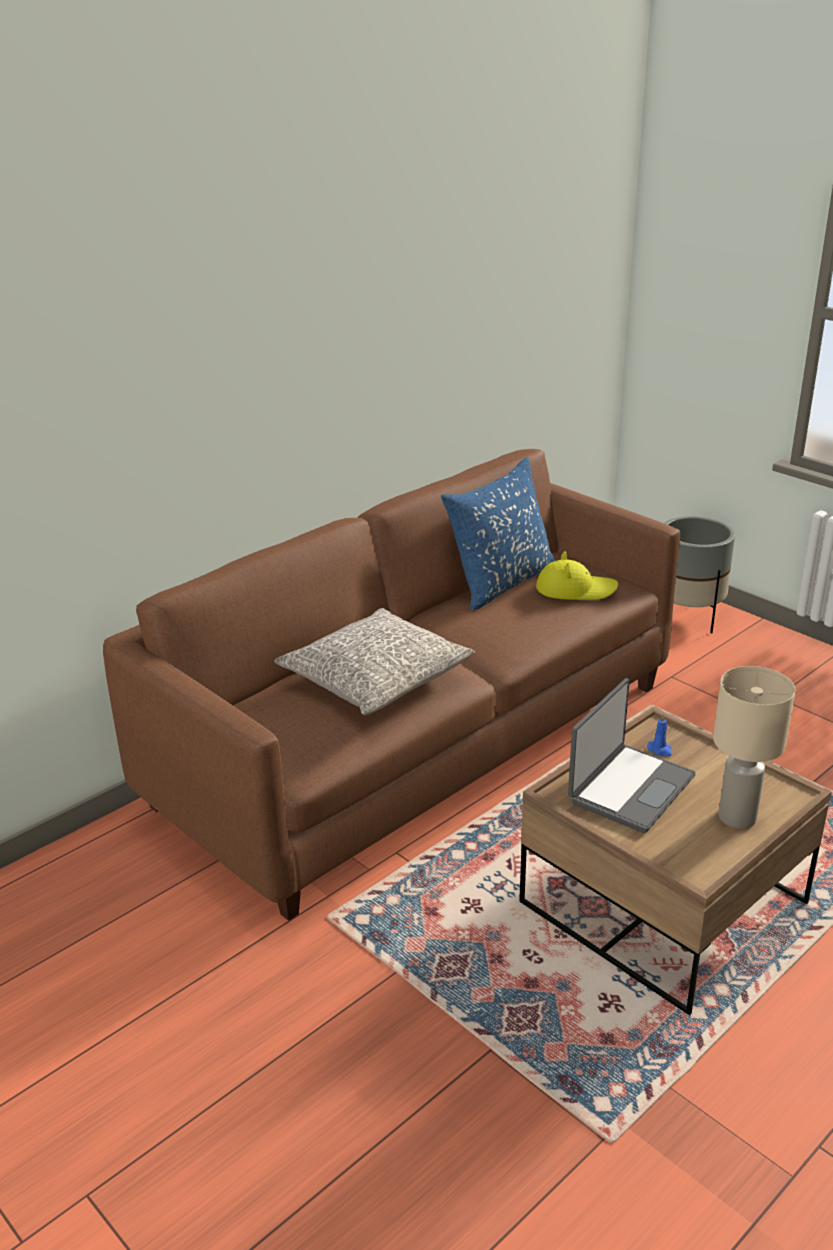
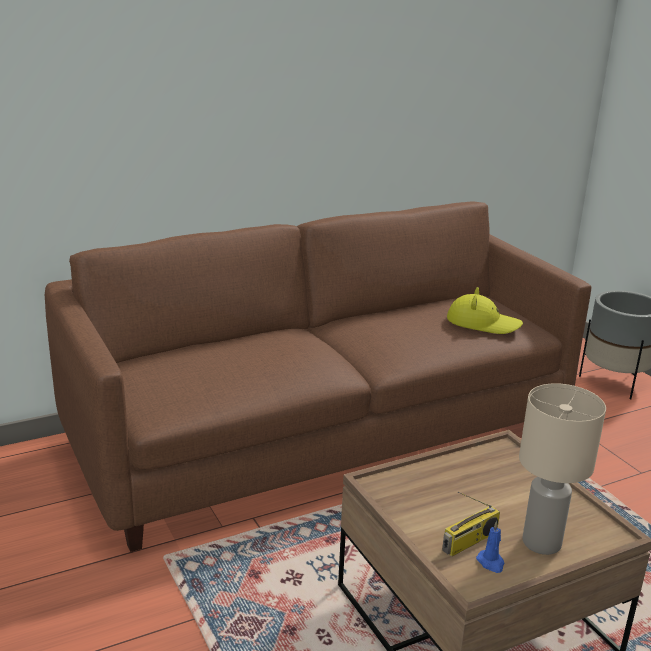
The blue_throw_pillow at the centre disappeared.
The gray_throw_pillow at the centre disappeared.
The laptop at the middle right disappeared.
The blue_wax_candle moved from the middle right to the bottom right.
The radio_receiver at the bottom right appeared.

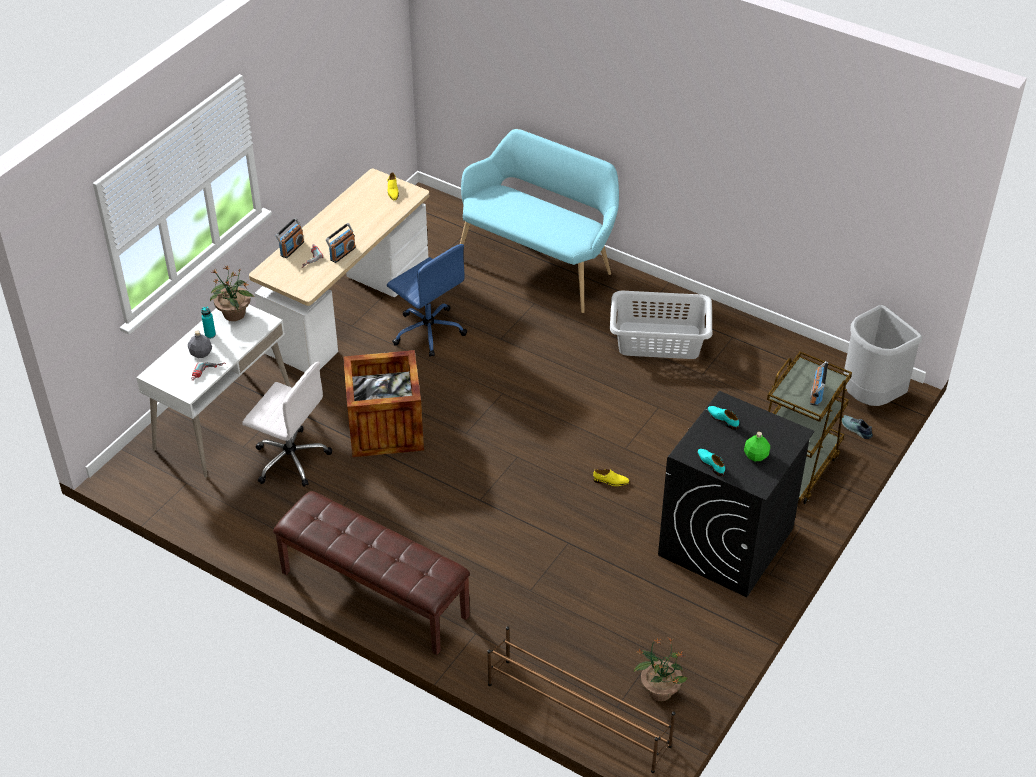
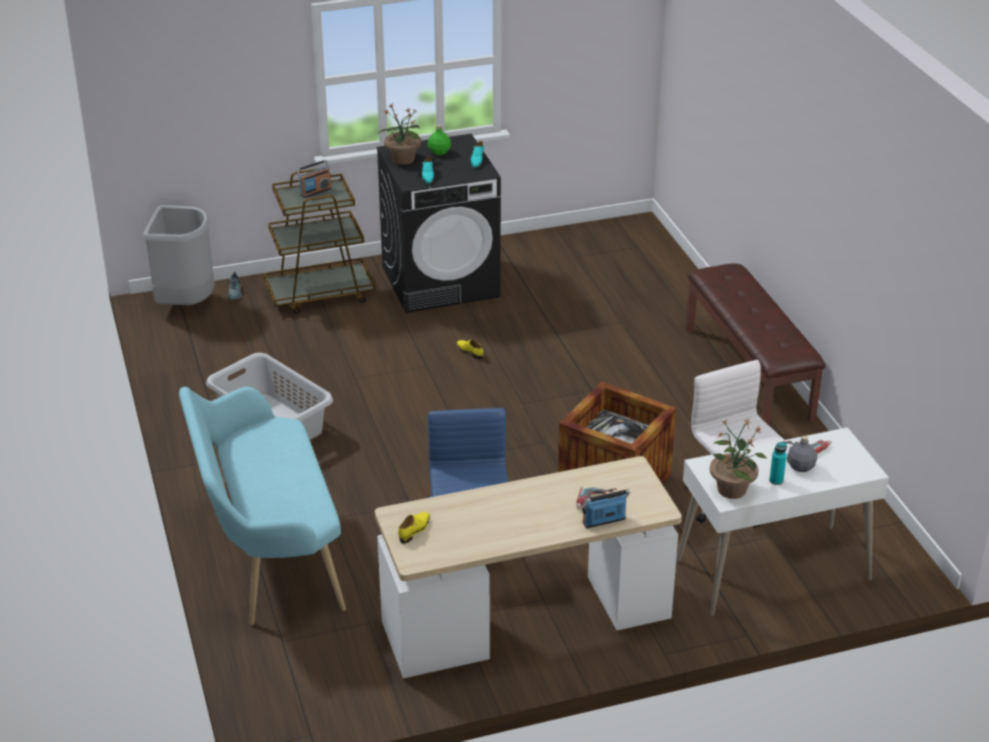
The radio_receiver (no. 2 from left) at the top left disappeared.
The brownish_shoe_rack at the bottom centre disappeared.
The plant_in_a_pot (no. 2 from left in the first image) moved from the bottom centre to the top centre.

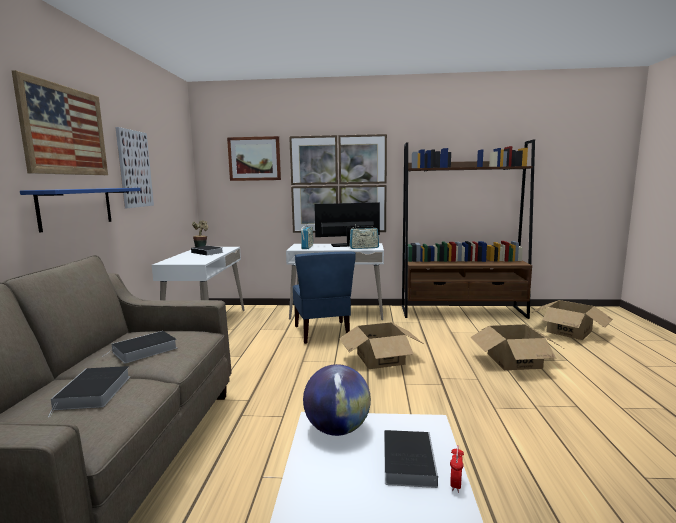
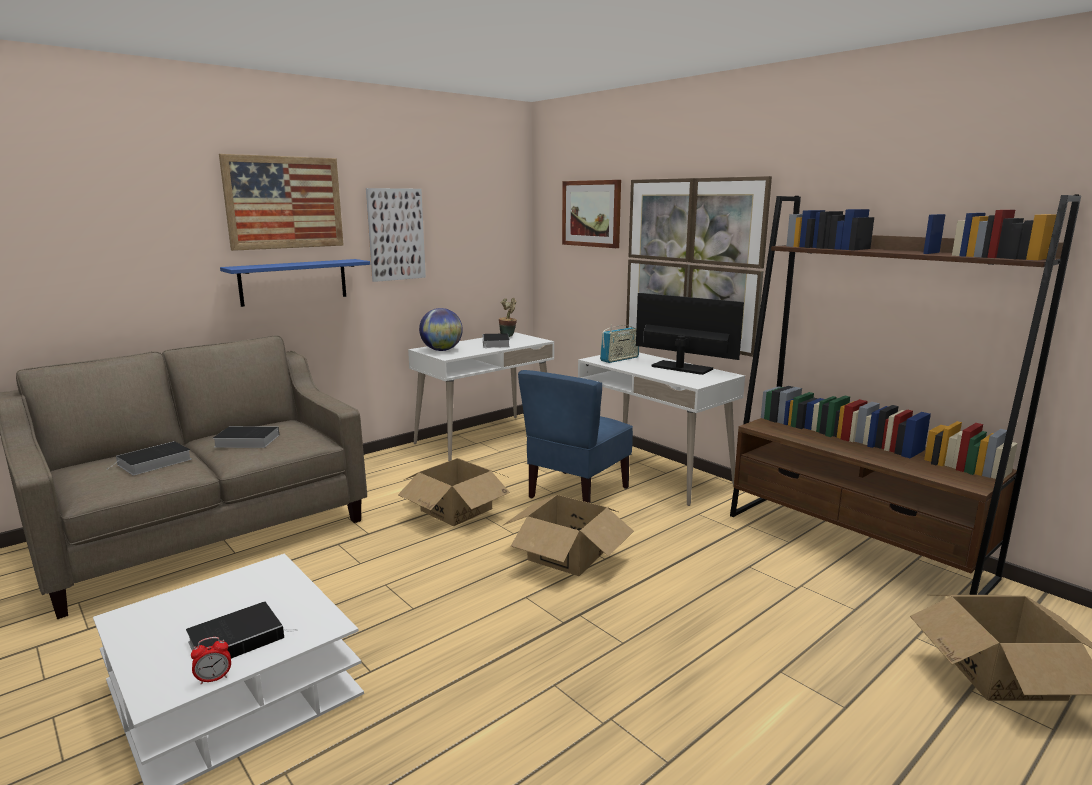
The radio_receiver (no. 2 from left) at the centre disappeared.
The carton (no. 2 from left in the first image) moved from the middle right to the centre.
The desk_globe moved from the bottom centre to the centre.

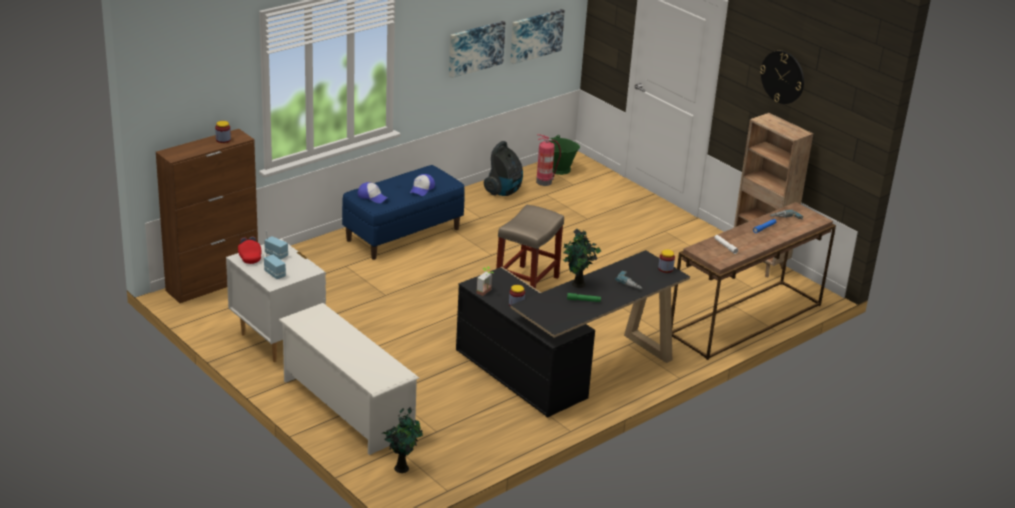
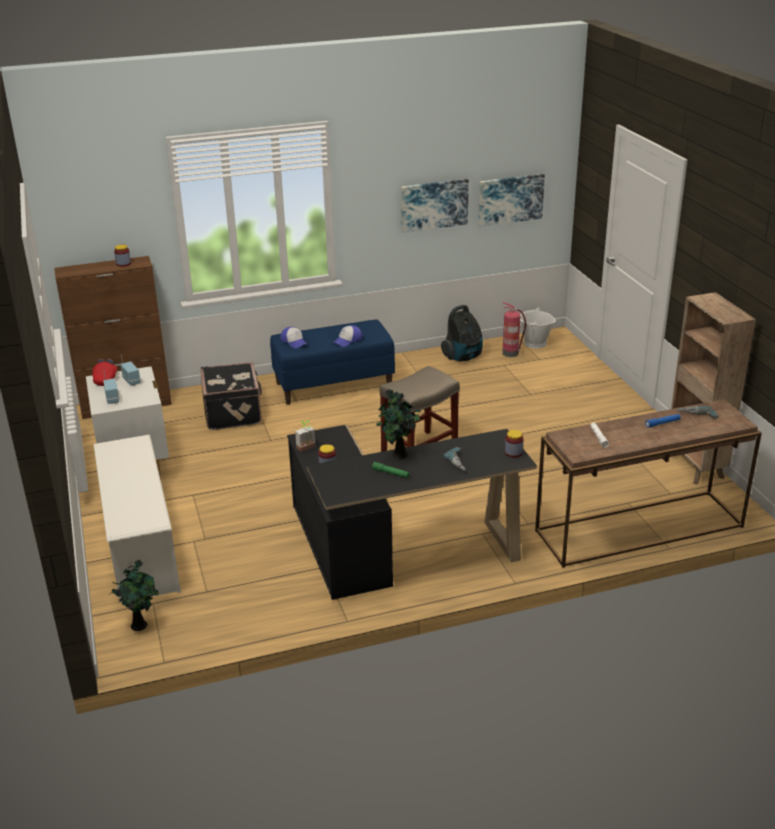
The clock_on_the_wall at the top right disappeared.
The green-coloured_pail at the top centre became the white-coloured_pail at the middle right.
The black-coloured_piece_of_luggage at the middle left appeared.

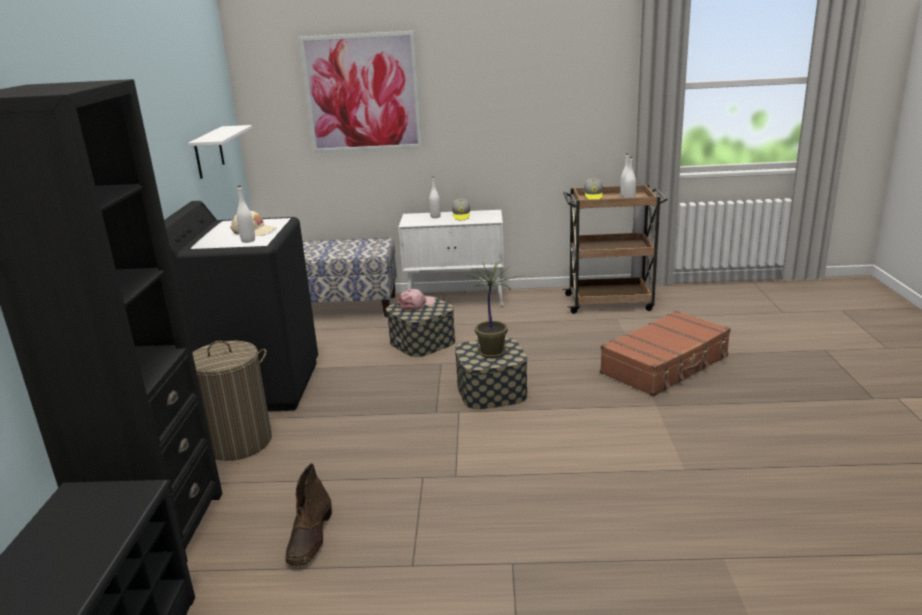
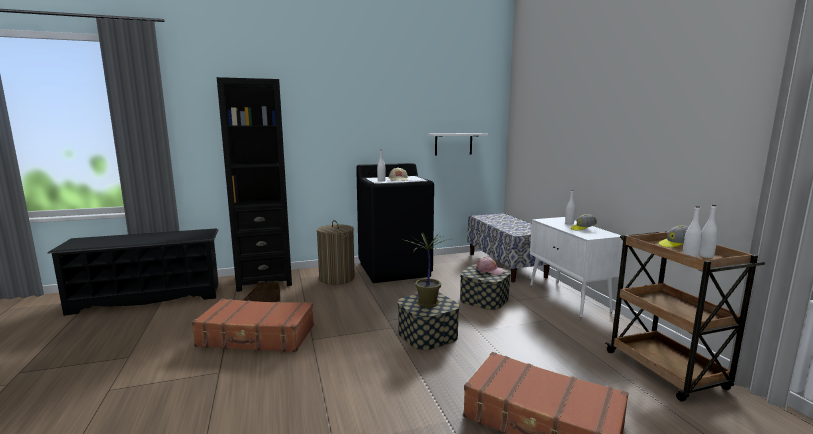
The wall_picture at the top centre disappeared.
The brownish_piece_of_luggage (no. 1 from left) at the bottom left appeared.

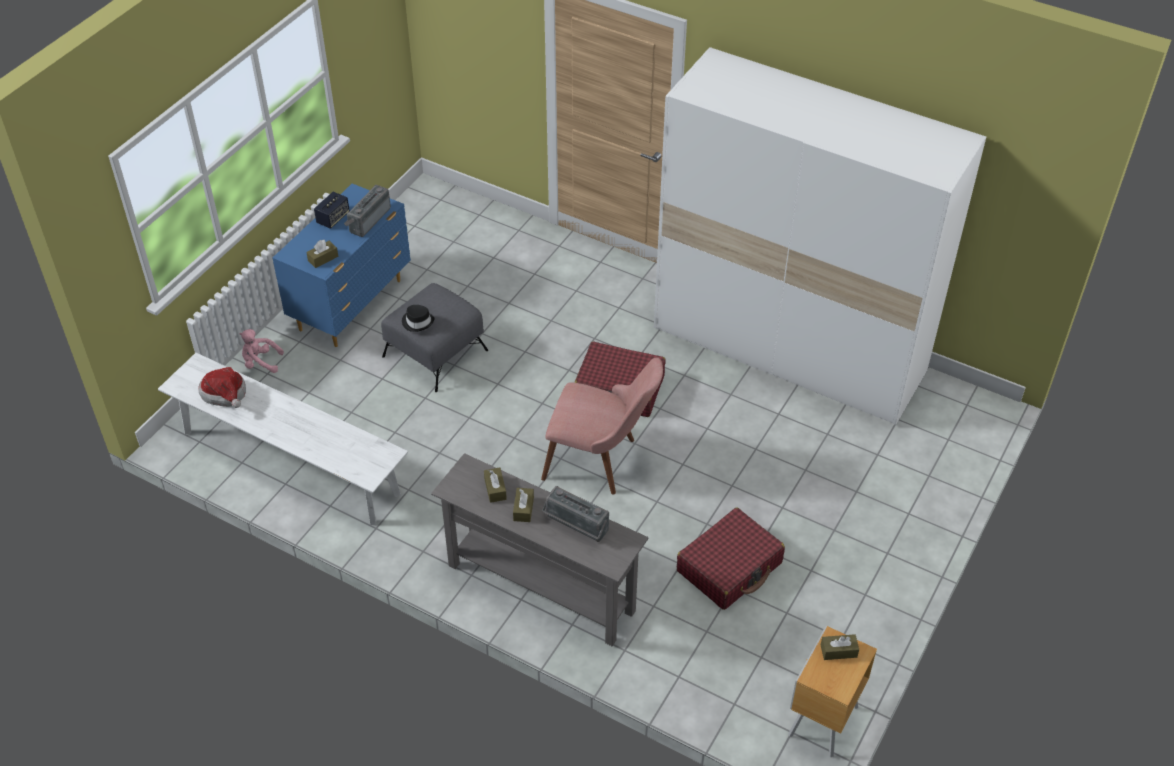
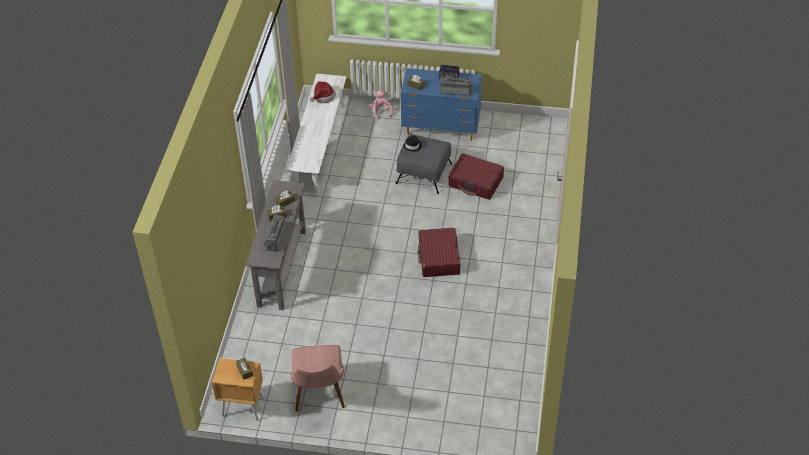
The white-coloured_clothes_cupboard at the top right disappeared.
The pink-coloured_upright_chair moved from the centre to the bottom centre.
The reddish_piece_of_luggage (no. 2 from left) moved from the bottom centre to the centre.

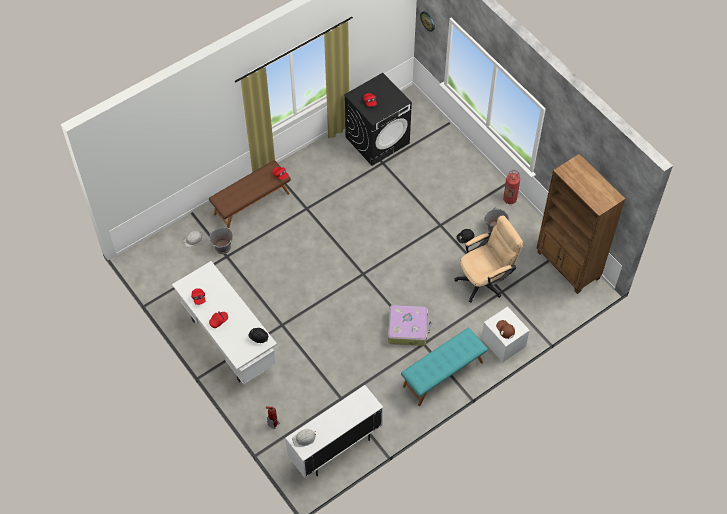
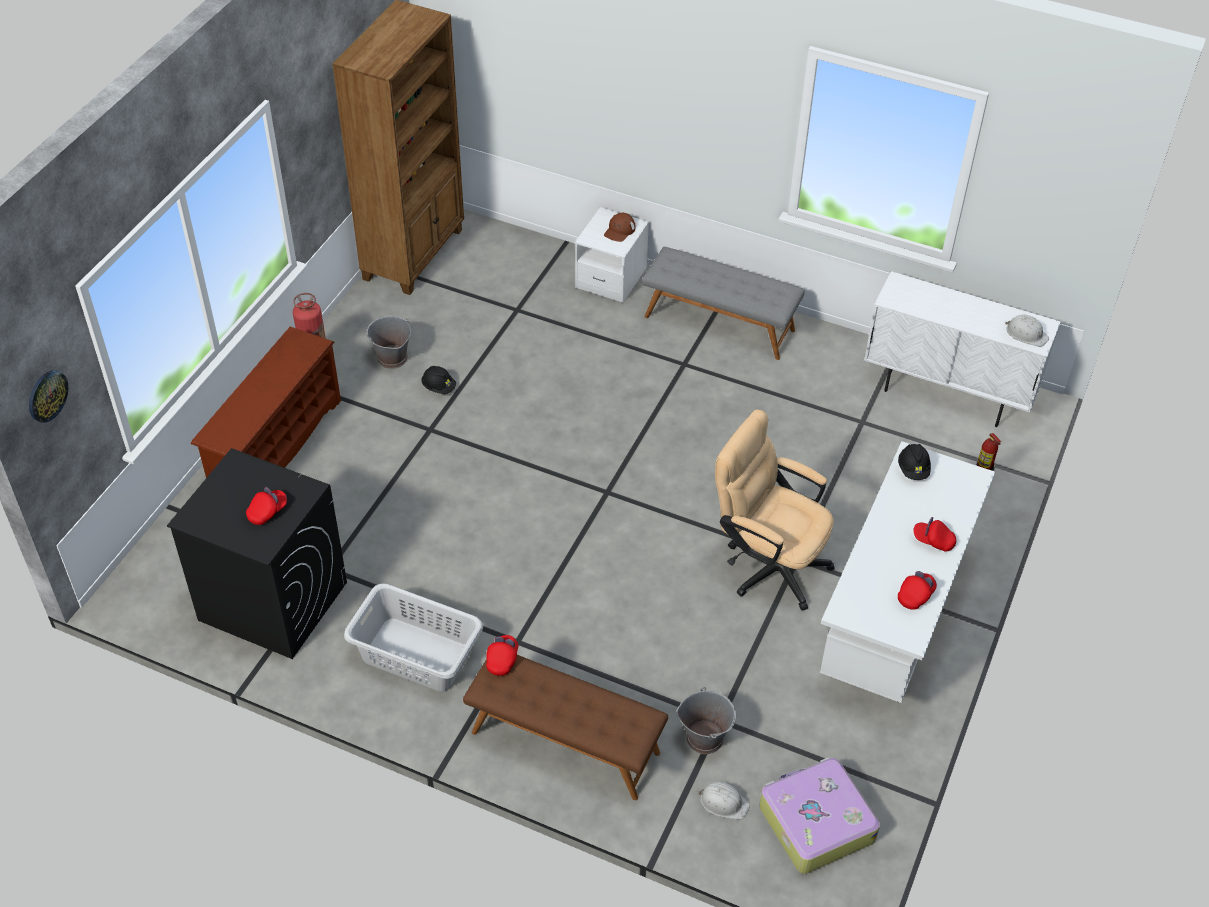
The beige-coloured_computer_chair moved from the middle right to the centre.
The piece_of_luggage moved from the centre to the bottom right.
The blue-green_bench at the bottom centre became the gray_bench at the centre.
The brownish_shoe_rack at the middle left appeared.
The gray_laundry_basket at the bottom centre appeared.

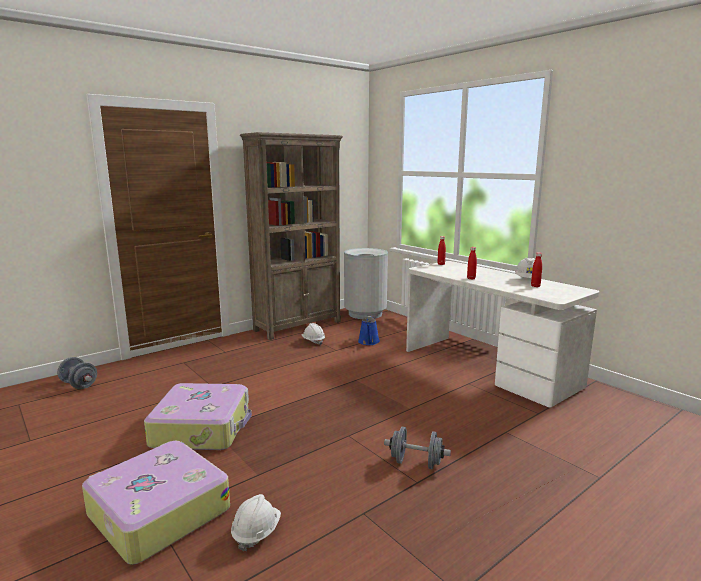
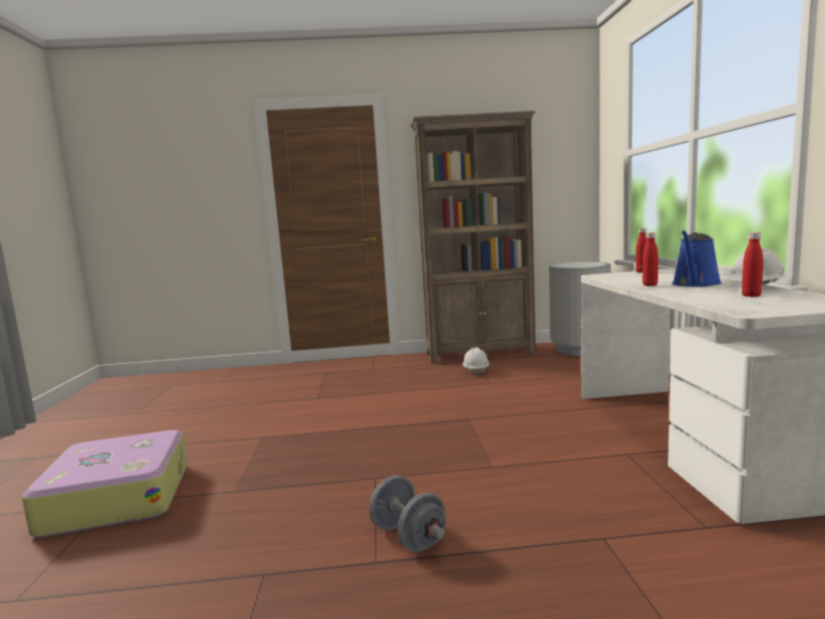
The blue_sprinkling_can moved from the centre to the middle right.
The gray_free_weight (no. 1 from left) at the middle left disappeared.
The piece_of_luggage (no. 2 from left) at the bottom left disappeared.
The white-coloured_safety_helmet (no. 1 from left) at the bottom centre disappeared.

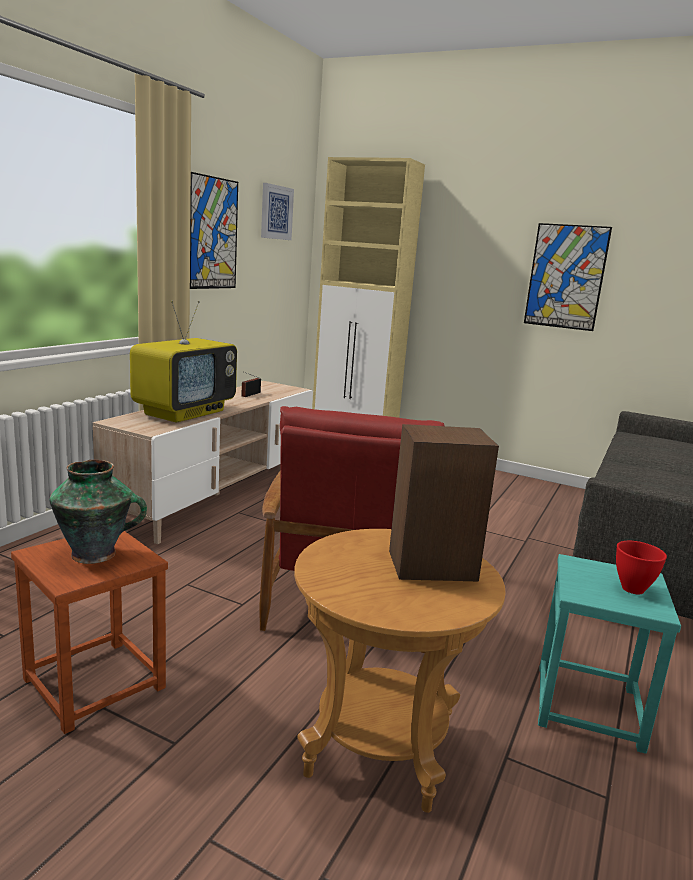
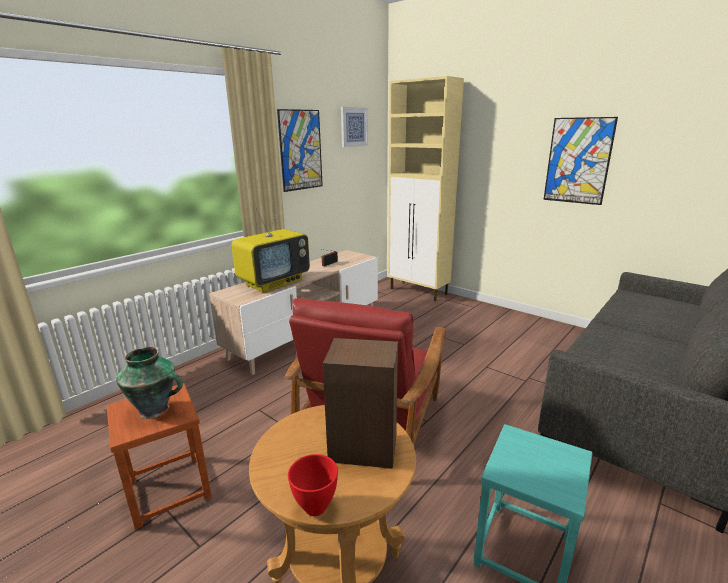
The reddish_deep_dish moved from the middle right to the bottom centre.

